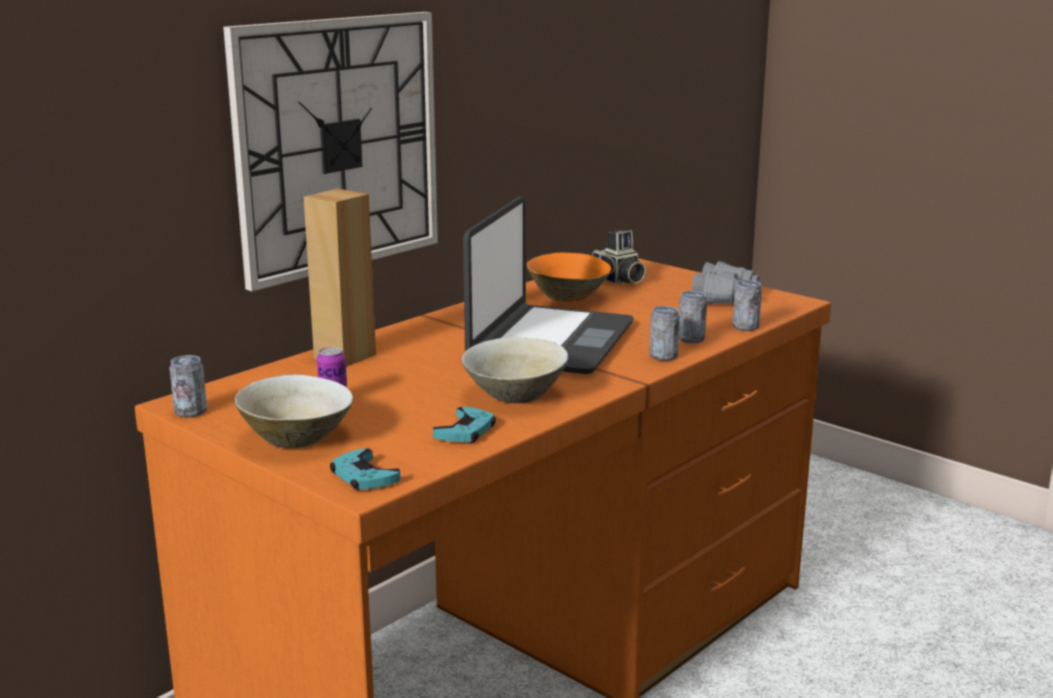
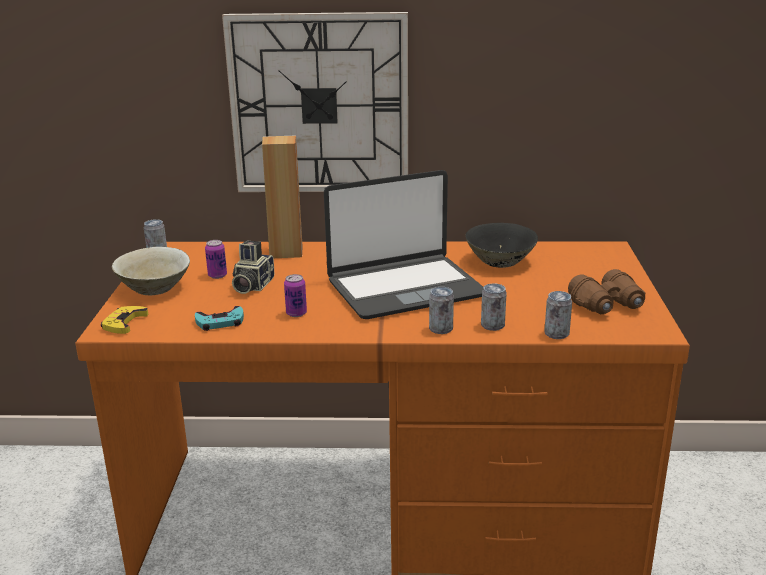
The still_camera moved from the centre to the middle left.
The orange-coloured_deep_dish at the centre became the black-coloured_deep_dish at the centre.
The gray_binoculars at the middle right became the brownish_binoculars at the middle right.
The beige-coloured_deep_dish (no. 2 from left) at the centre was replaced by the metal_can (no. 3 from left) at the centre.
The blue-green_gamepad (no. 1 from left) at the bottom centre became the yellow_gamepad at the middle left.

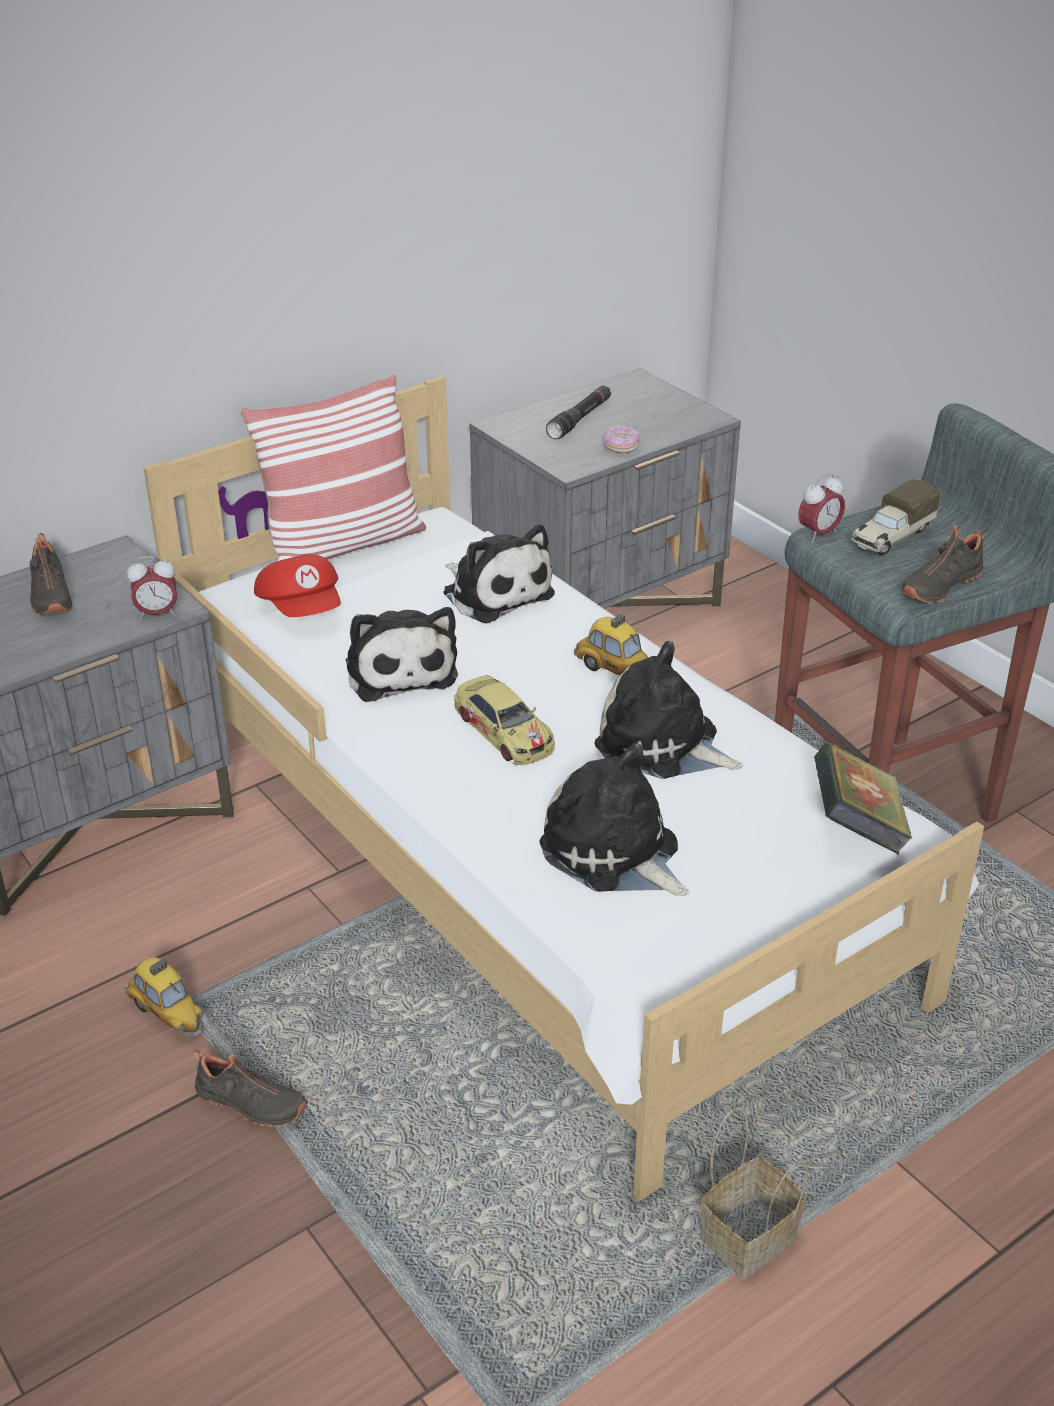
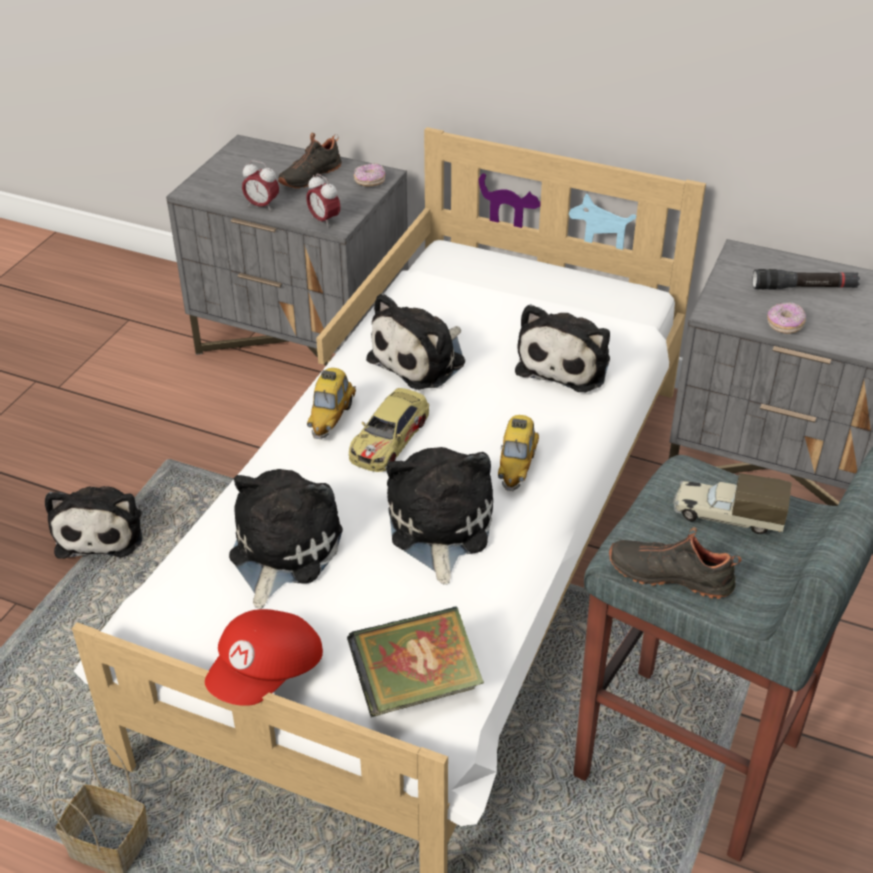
The throw_pillow at the top left disappeared.
The alarm_clock (no. 2 from left in the first image) moved from the middle right to the top left.
The reddish_peaked_cap moved from the middle left to the bottom left.
The toy_car (no. 1 from left) moved from the bottom left to the centre.
The black-coloured_shoe (no. 2 from left) at the bottom left was replaced by the soft_toy (no. 1 from left) at the middle left.
The donut (no. 1 from left) at the top centre appeared.

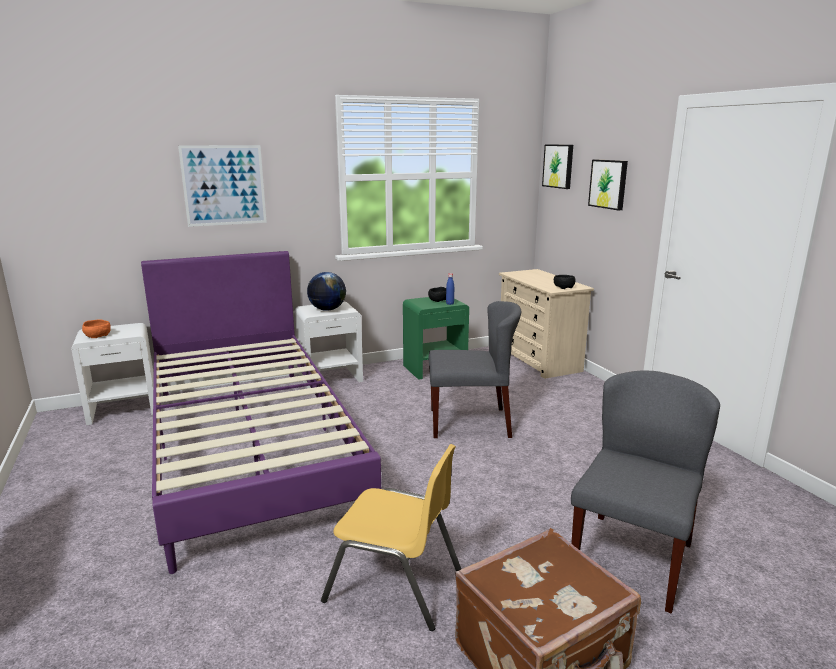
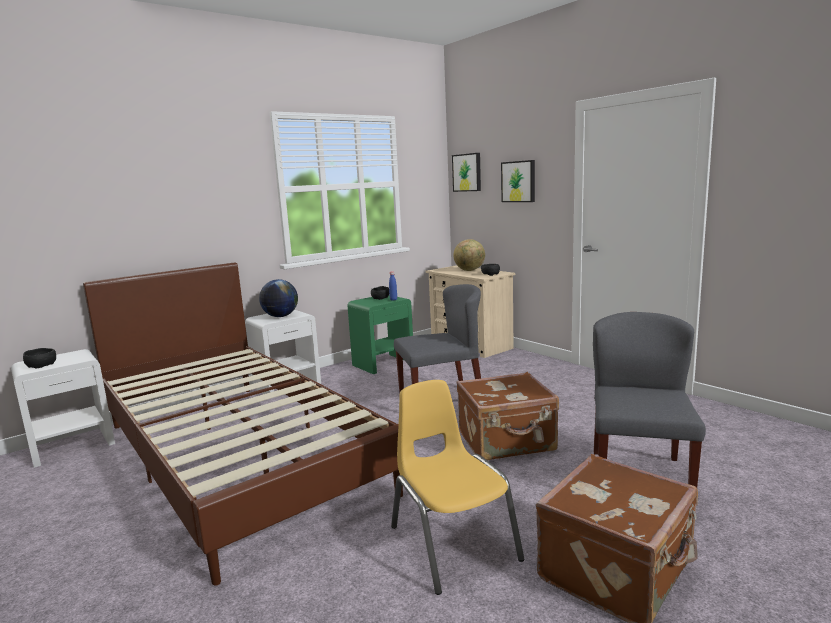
The wall_picture (no. 1 from left) at the top left disappeared.
The purplish_sleeping_bed at the middle left became the brownish_sleeping_bed at the bottom left.
The orange-coloured_deep_dish at the middle left became the black-coloured_deep_dish (no. 1 from left) at the middle left.
The yellow_upright_chair at the bottom centre turned 120 degrees counterclockwise.
The desk_globe (no. 2 from left) at the centre appeared.
The brownish_piece_of_luggage (no. 1 from left) at the bottom centre appeared.

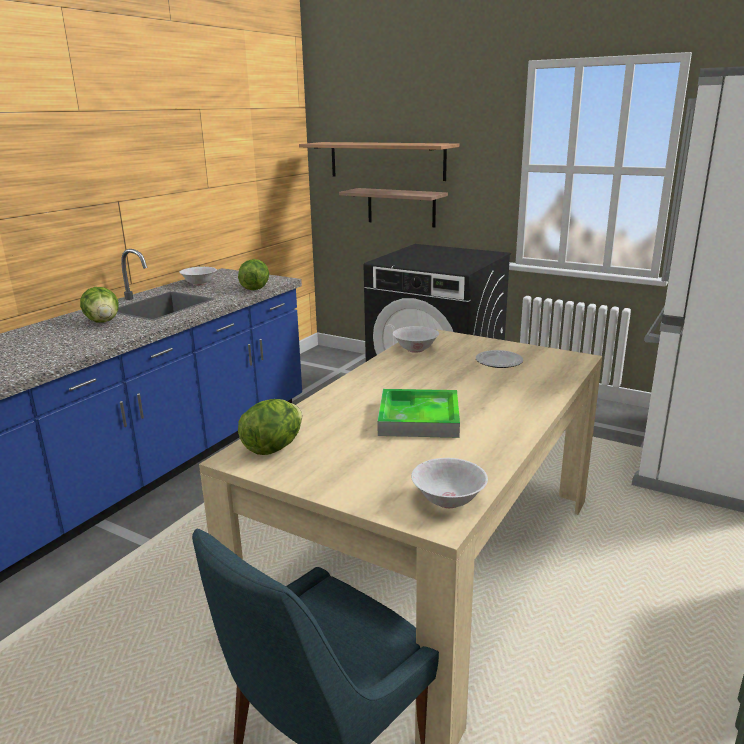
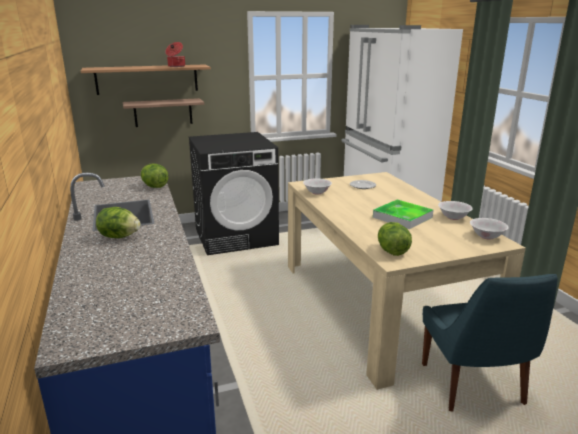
The white-coloured_deep_dish (no. 1 from left in the first image) moved from the middle left to the middle right.
The saucepot at the top left appeared.

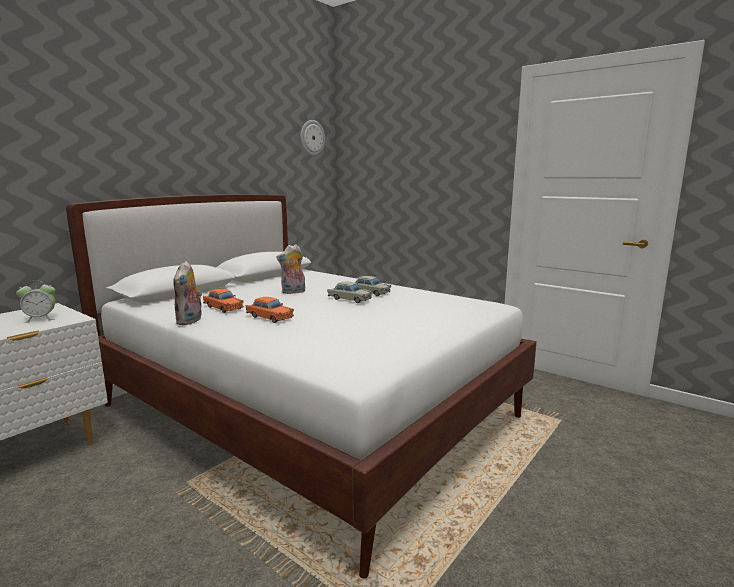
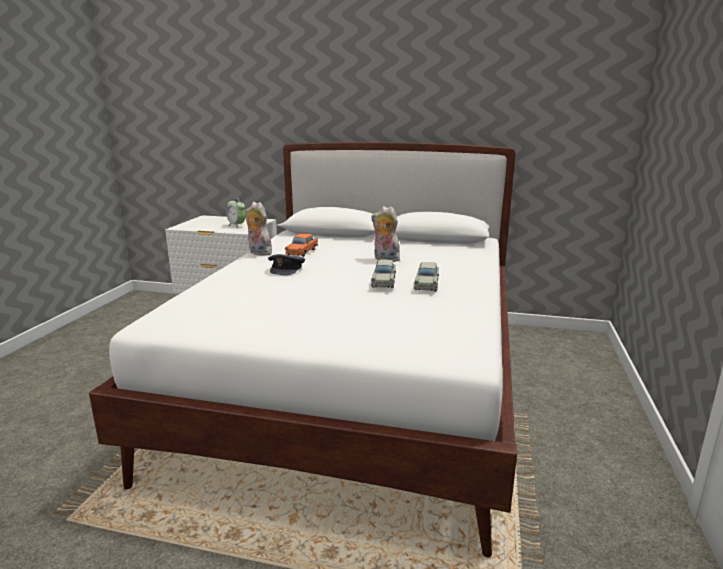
The clock_on_the_wall at the top centre disappeared.
The soft_toy (no. 1 from left) at the middle left turned 60 degrees clockwise.
The orange-coloured_toy_car (no. 2 from left) at the centre was replaced by the gray_peaked_cap at the centre.

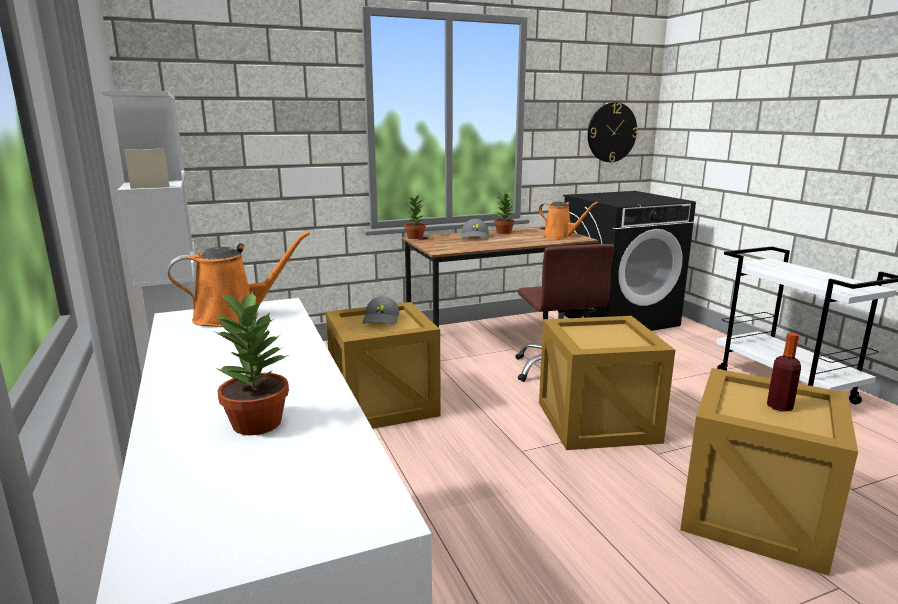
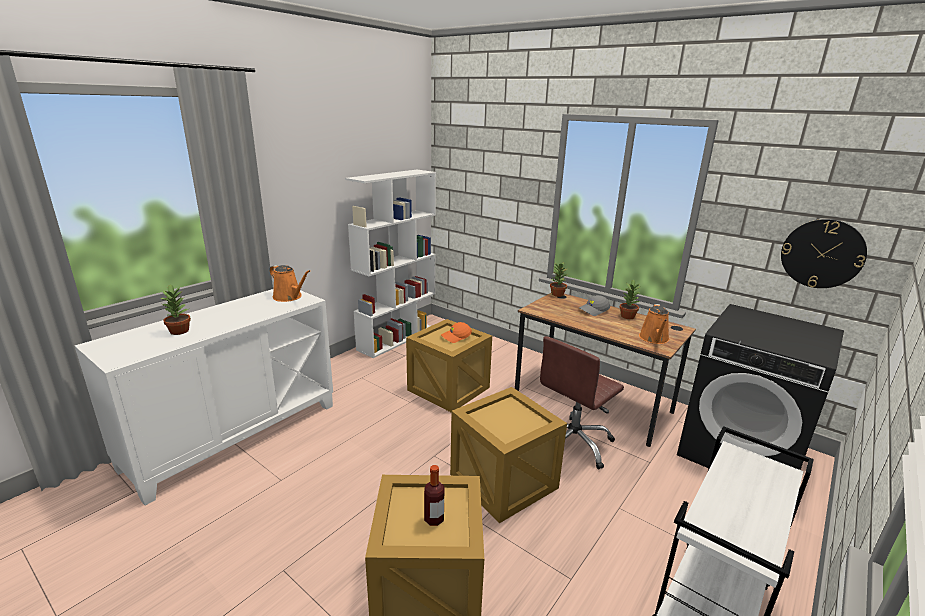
The gray_peaked_cap (no. 1 from left) at the centre became the orange-coloured_peaked_cap at the centre.

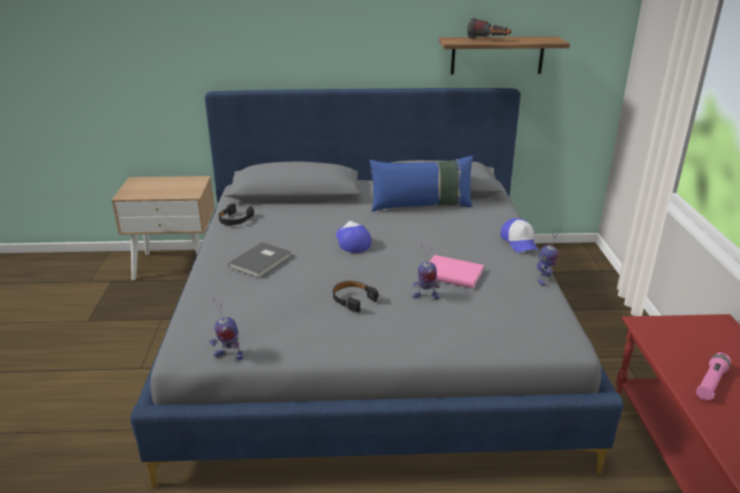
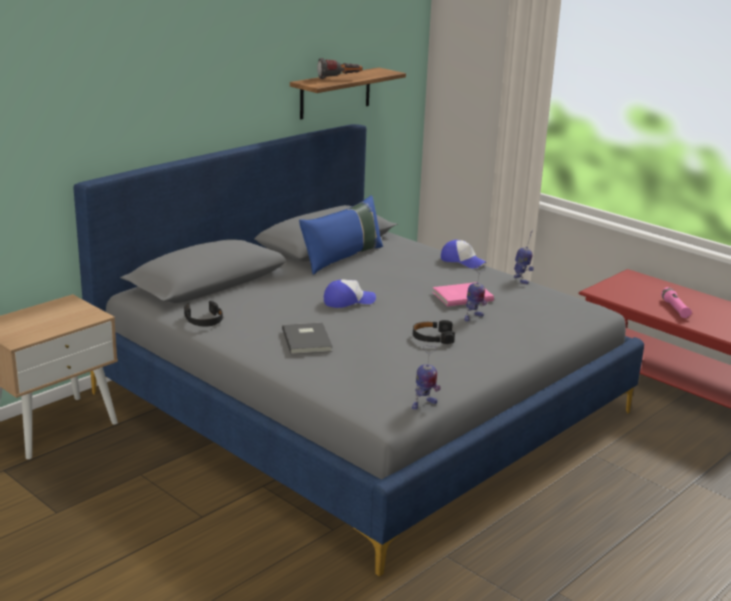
The peaked_cap (no. 1 from left) at the centre turned 135 degrees clockwise.

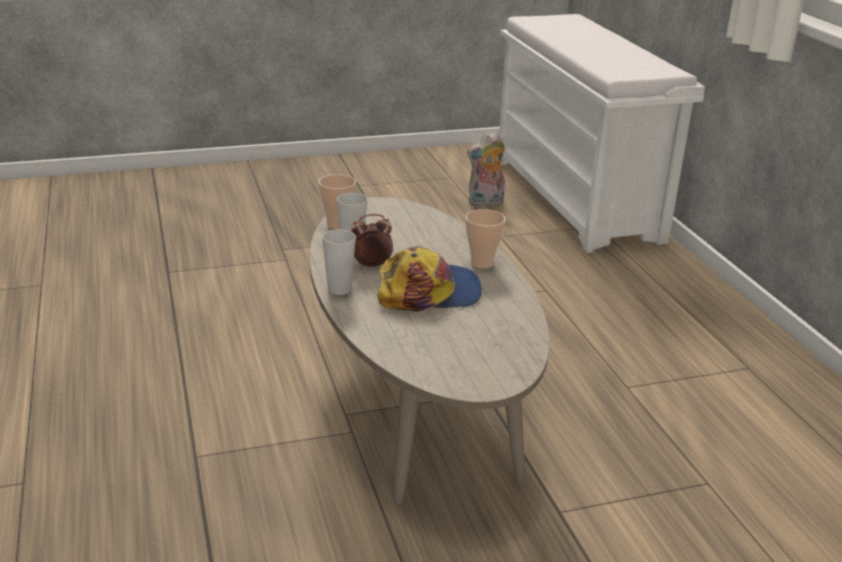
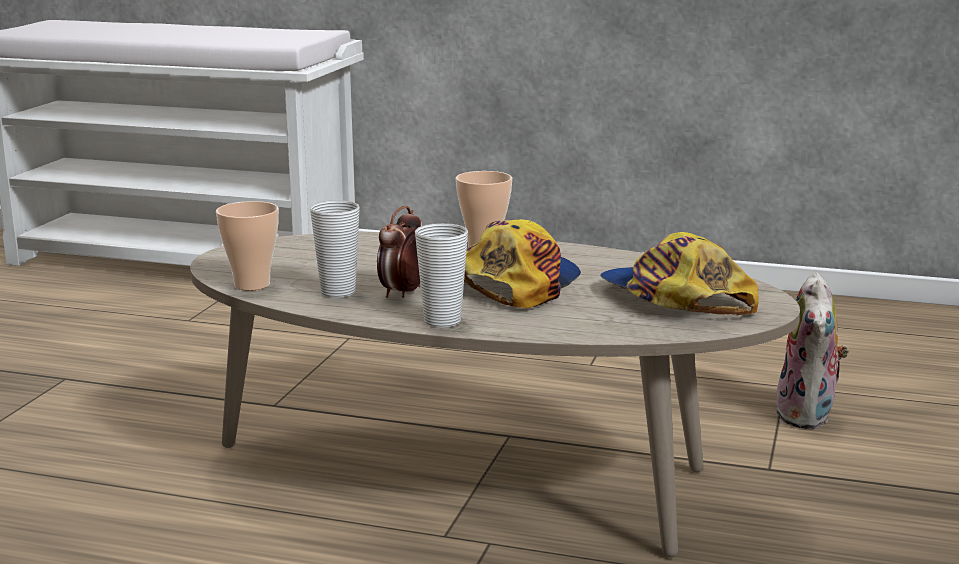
The soft_toy moved from the top centre to the middle right.
The peaked_cap (no. 2 from left) at the middle right appeared.

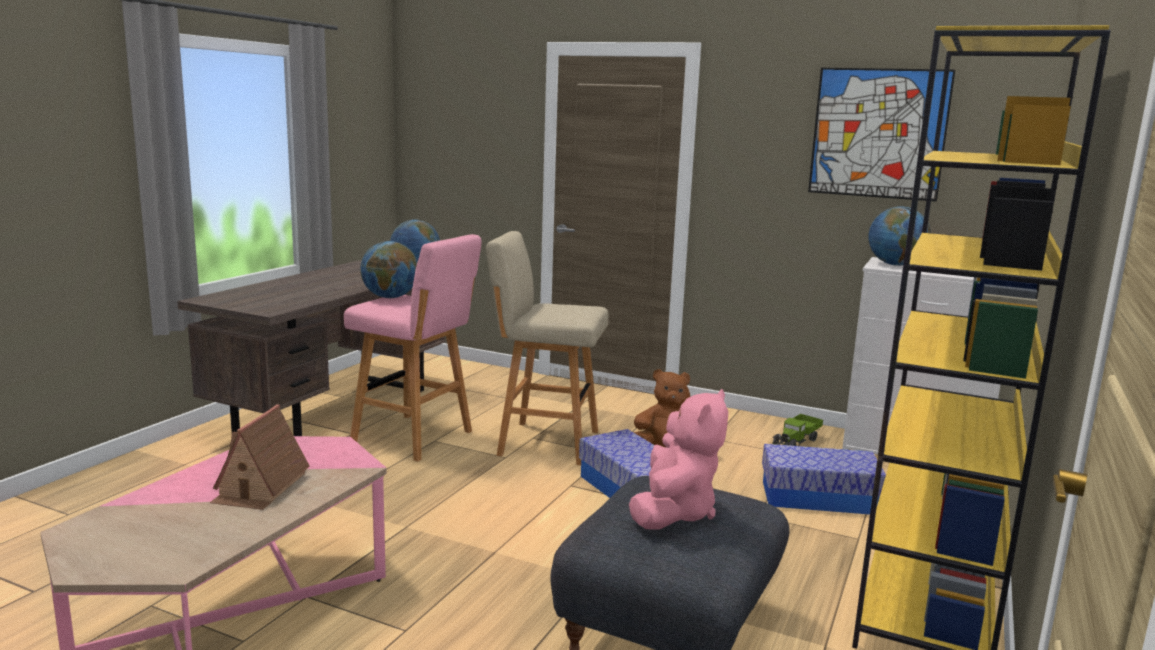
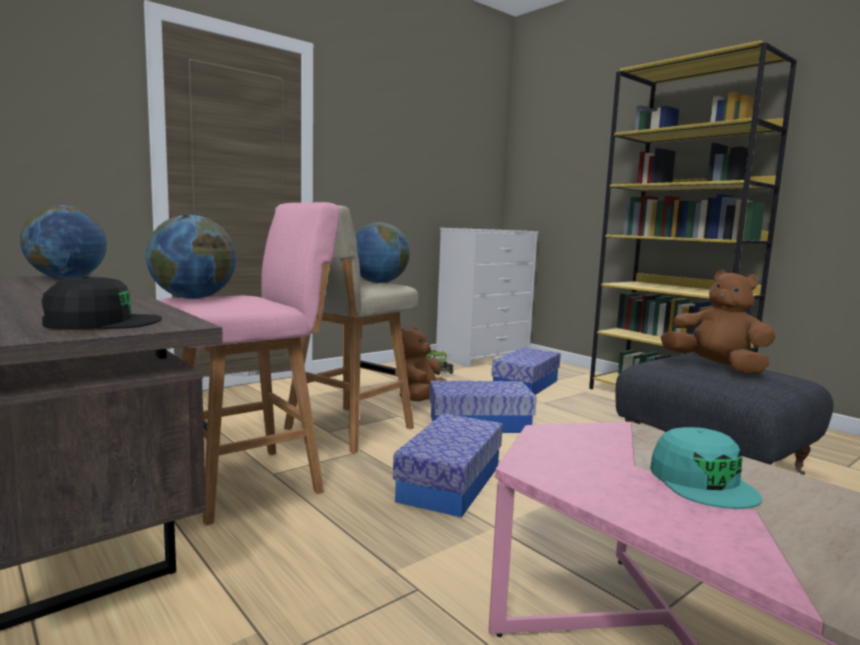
The wall_picture at the top right disappeared.
The desk_globe (no. 3 from left) moved from the middle right to the centre.
The pink-coloured_soft_toy at the bottom centre became the brownish_soft_toy (no. 2 from left) at the middle right.
The miniature_house at the bottom left was replaced by the blue-green_peaked_cap at the bottom right.
The black-coloured_peaked_cap at the middle left appeared.
The storage_bin (no. 1 from left) at the bottom centre appeared.

